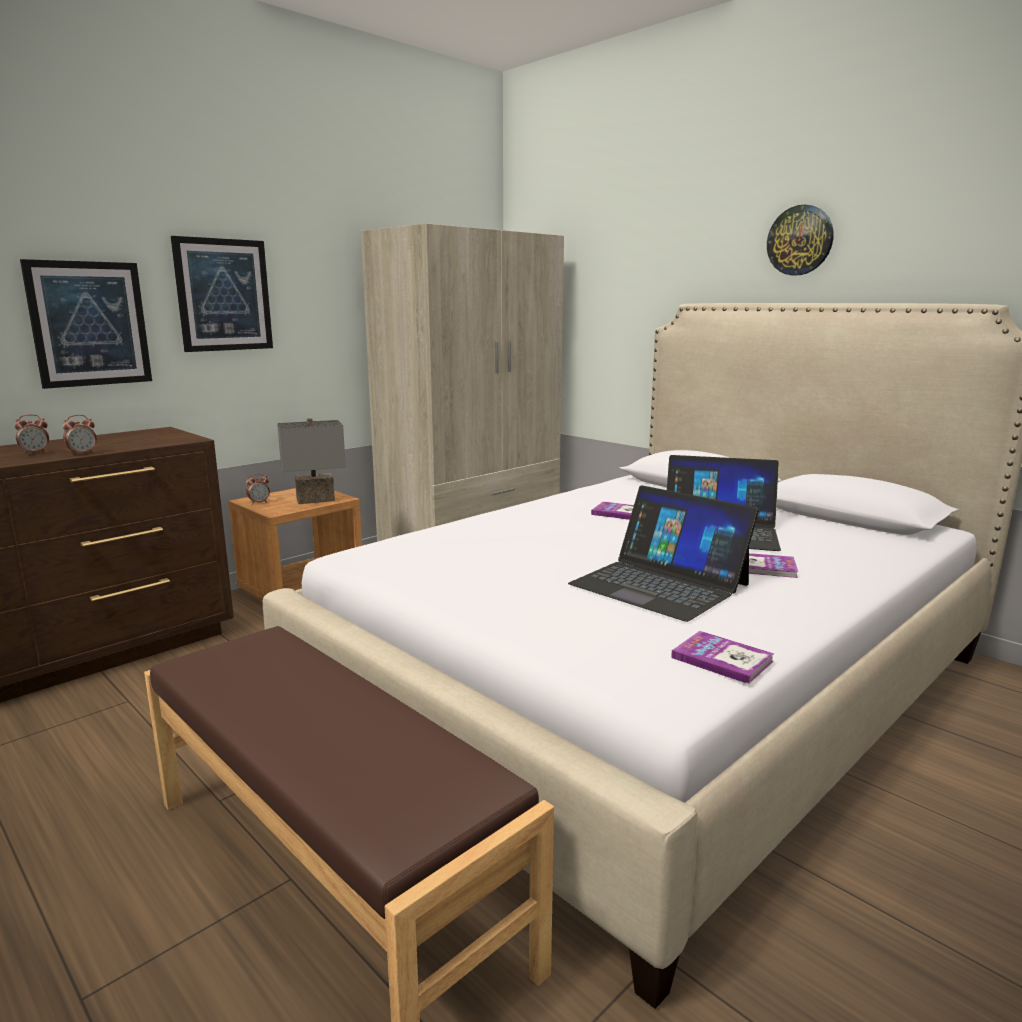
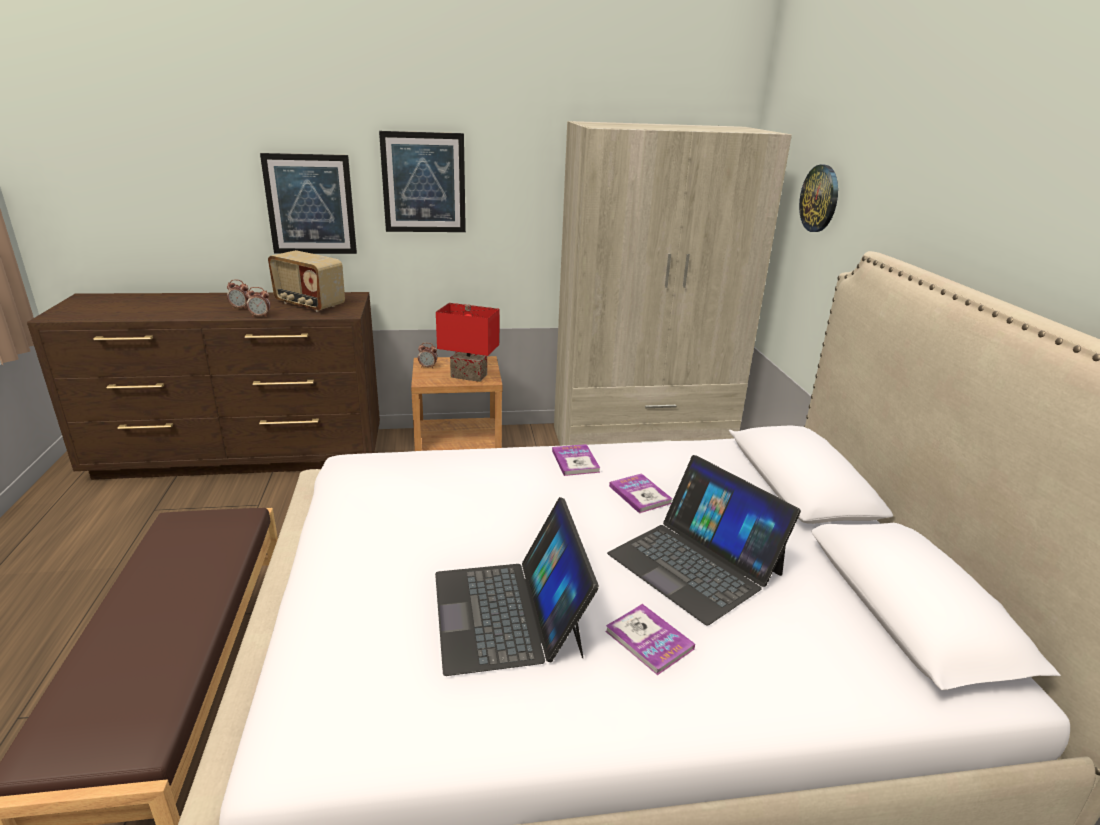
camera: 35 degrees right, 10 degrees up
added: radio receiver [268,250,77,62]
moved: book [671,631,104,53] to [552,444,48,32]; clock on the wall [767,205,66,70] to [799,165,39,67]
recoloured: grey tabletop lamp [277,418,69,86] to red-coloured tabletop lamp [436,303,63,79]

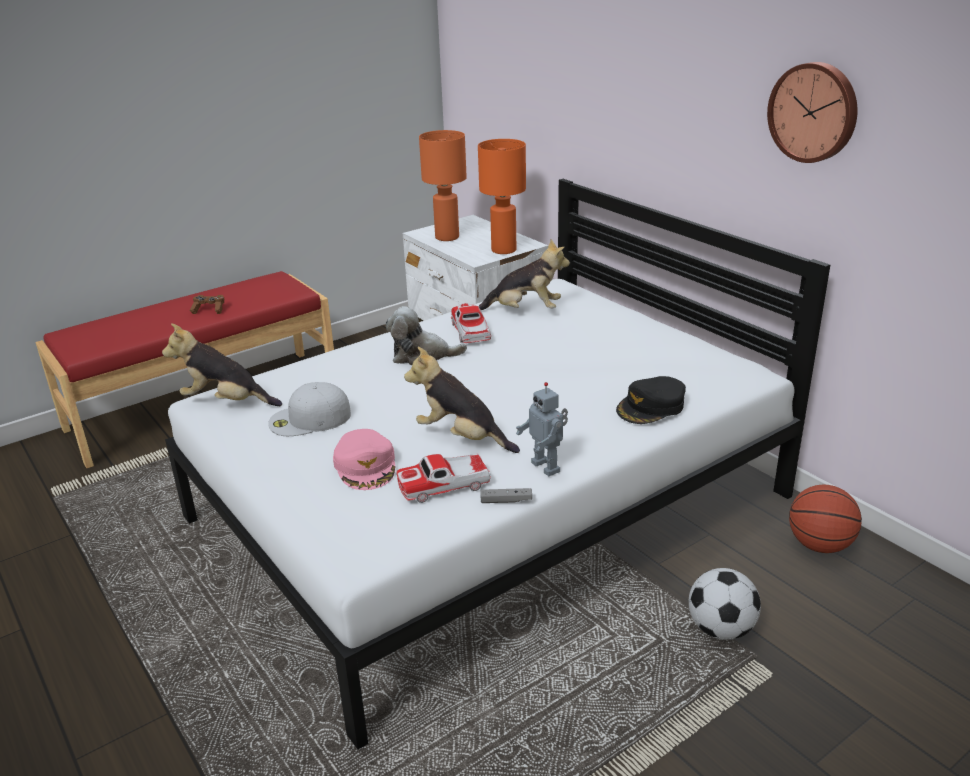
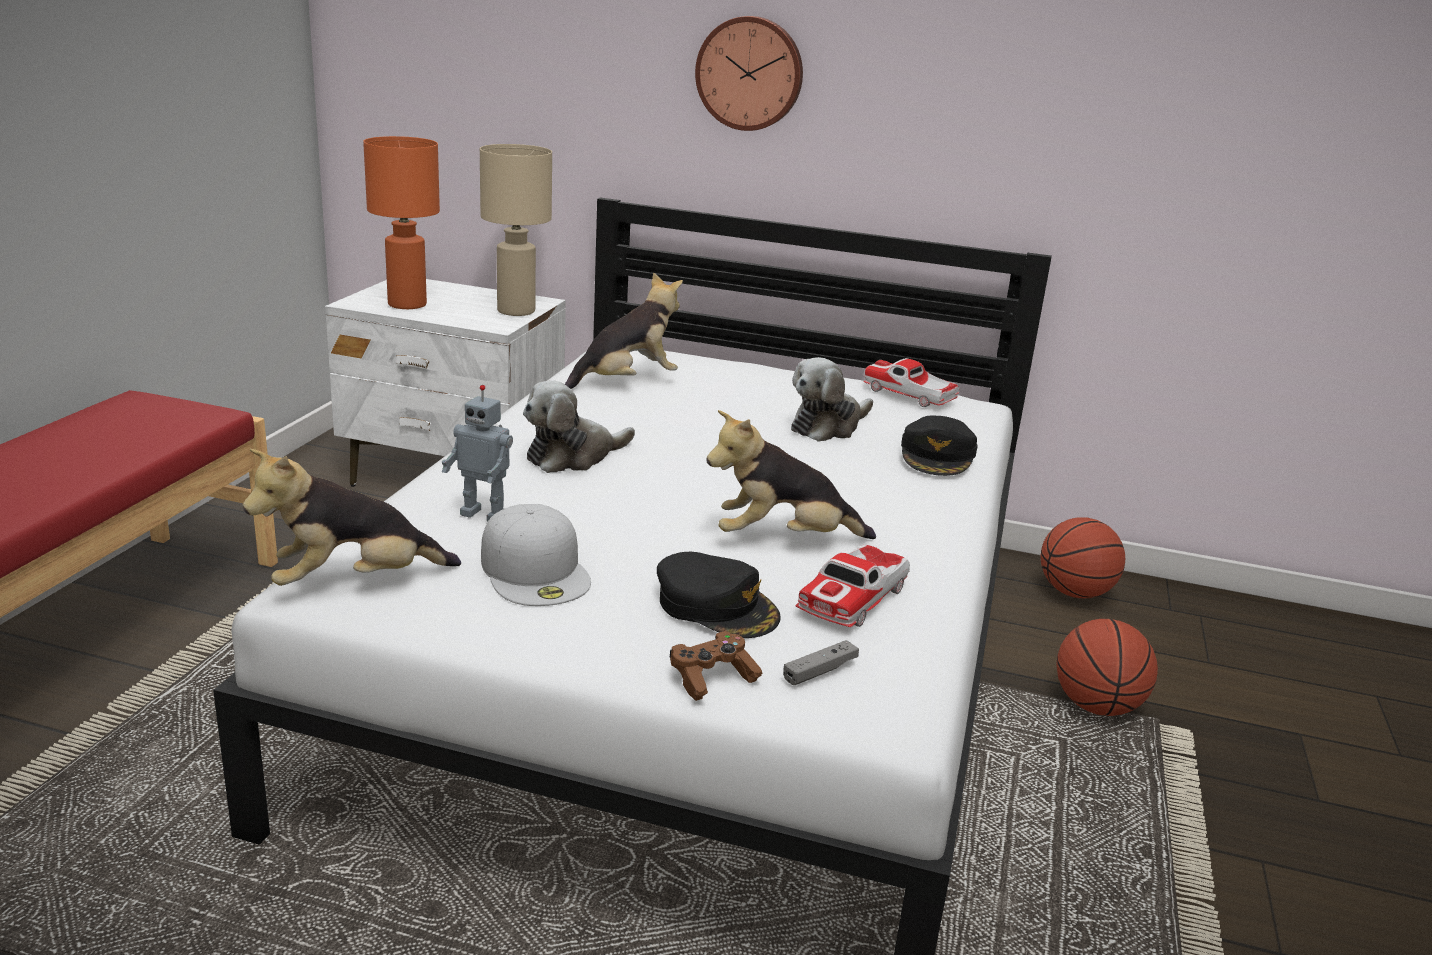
camera: 40 degrees left, 5 degrees down
added: cuddly toy [791,357,82,85]
moved: model robot [516,382,52,94] to [441,385,72,137]; brownish game controller [190,295,34,19] to [670,631,92,70]; clock on the wall [767,62,90,101] to [695,16,108,115]; grey game controller [480,488,52,15] to [783,640,76,45]; model car [451,303,40,40] to [863,358,97,49]
replaced: football ball [689,568,72,72] to ball for basketball [1056,619,102,97]
recoloured: orange-coloured tabletop lamp [478,139,48,115] to sand-coloured tabletop lamp [480,144,72,172]; pink-coloured baseball cap [333,429,62,61] to black baseball cap [657,552,124,86]
turned: whitish baseball cap [268,382,83,54] = [481,504,110,102] 60 degrees counterclockwise

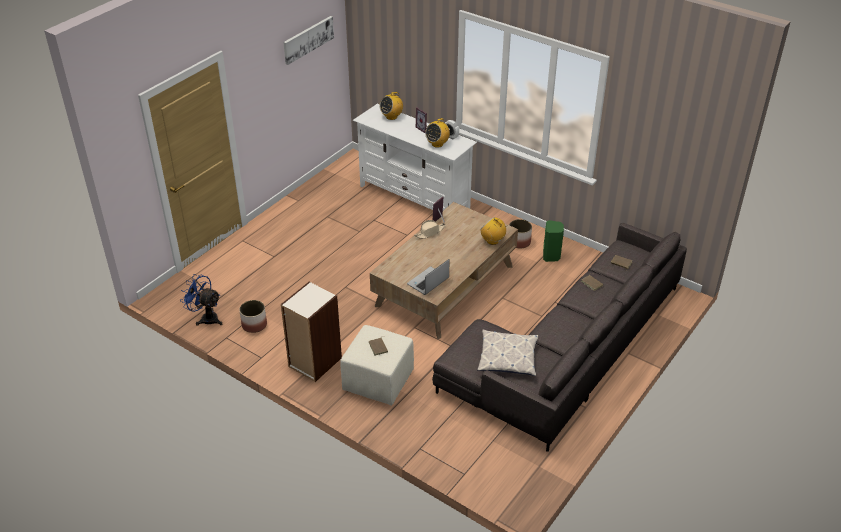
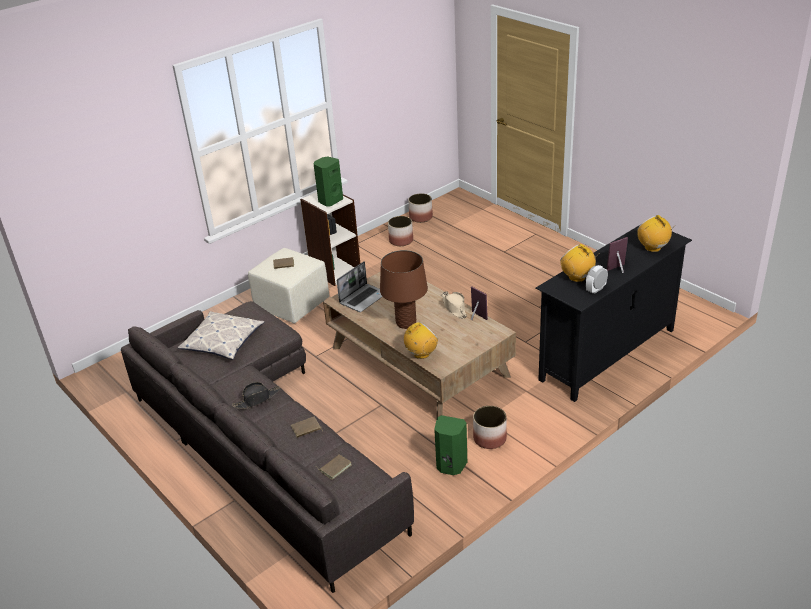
camera: 105 degrees right, 5 degrees down
removed: wall picture [283,16,51,49]
added: black hat [232,382,49,27]; green-coloured loudspeaker [314,156,29,51]; brownish tabletop lamp [380,250,48,79]
replaced: blue electric fan [181,274,41,52] to flower pot [408,193,25,30]
recoloured: whitish tv stand [353,104,124,106] to black tv stand [535,224,157,178]
turned: notebook computer [407,259,43,36] = [337,261,46,51] 75 degrees clockwise

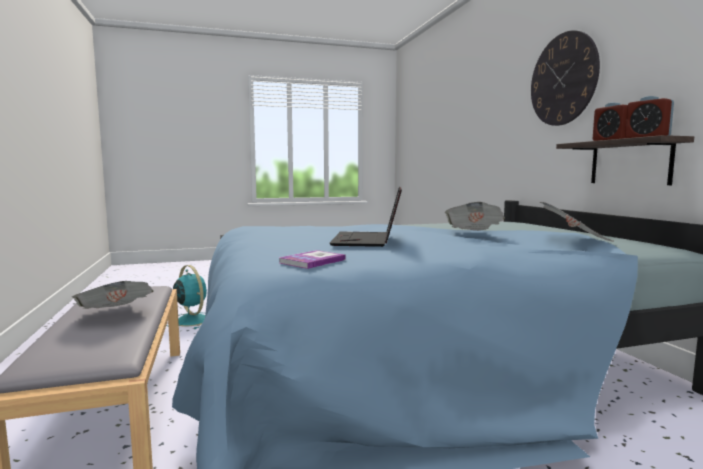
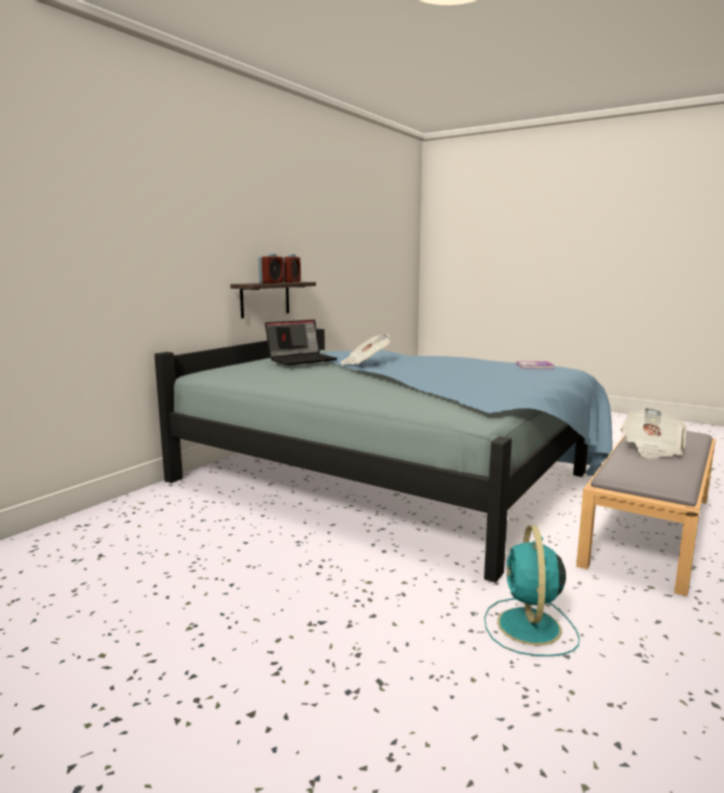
camera: 130 degrees left, 5 degrees up
removed: clock on the wall [531,30,69,96]; newspaper [540,202,73,39]
moved: notebook computer [330,186,72,61] to [265,320,73,45]

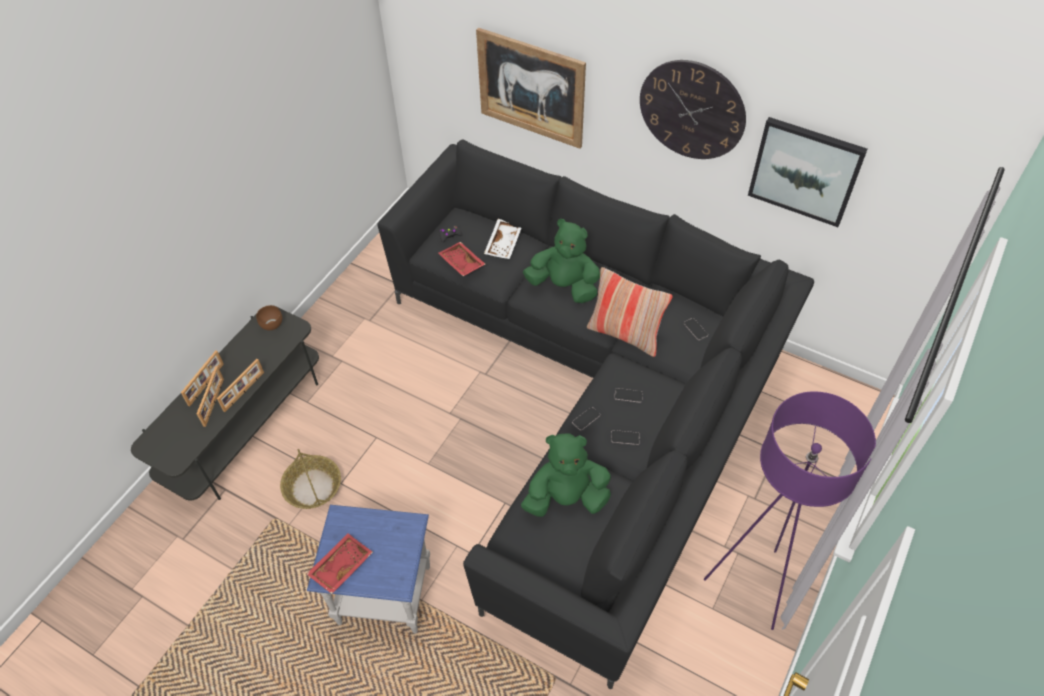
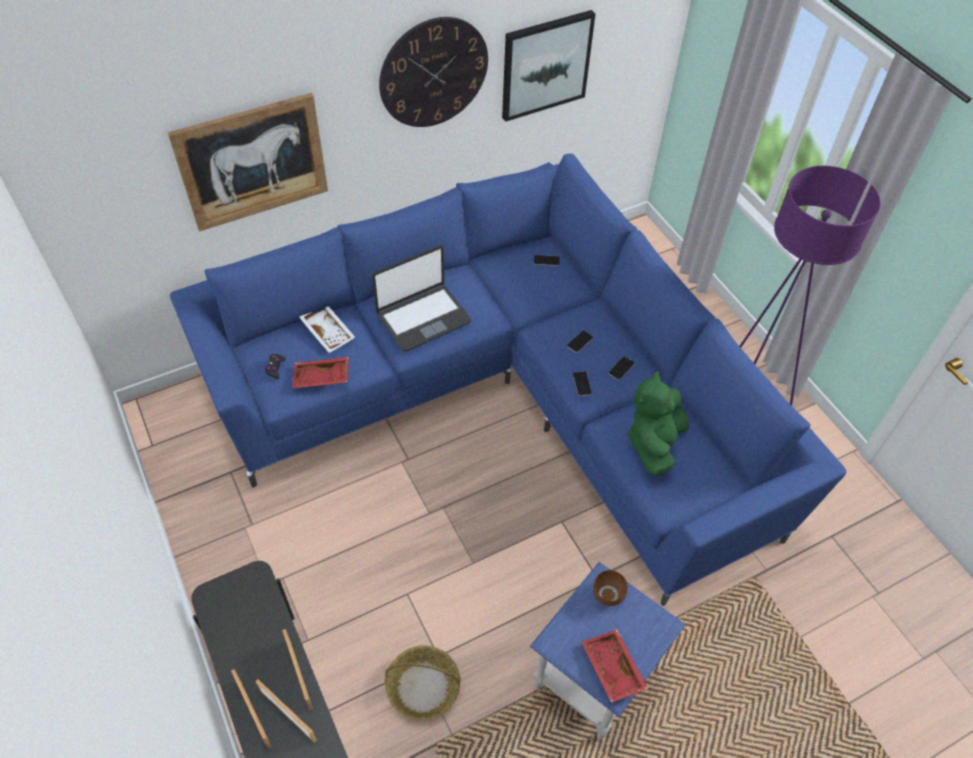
camera: 60 degrees left, 0 degrees up
removed: cushion [587,267,86,90]
moved: brownish serving bowl [256,305,26,25] to [593,570,35,36]
replaced: green-coloured cuddly toy [523,219,77,84] to notebook computer [372,245,99,107]
recoloured: black couch [377,139,437,550] to blue couch [170,154,676,452]

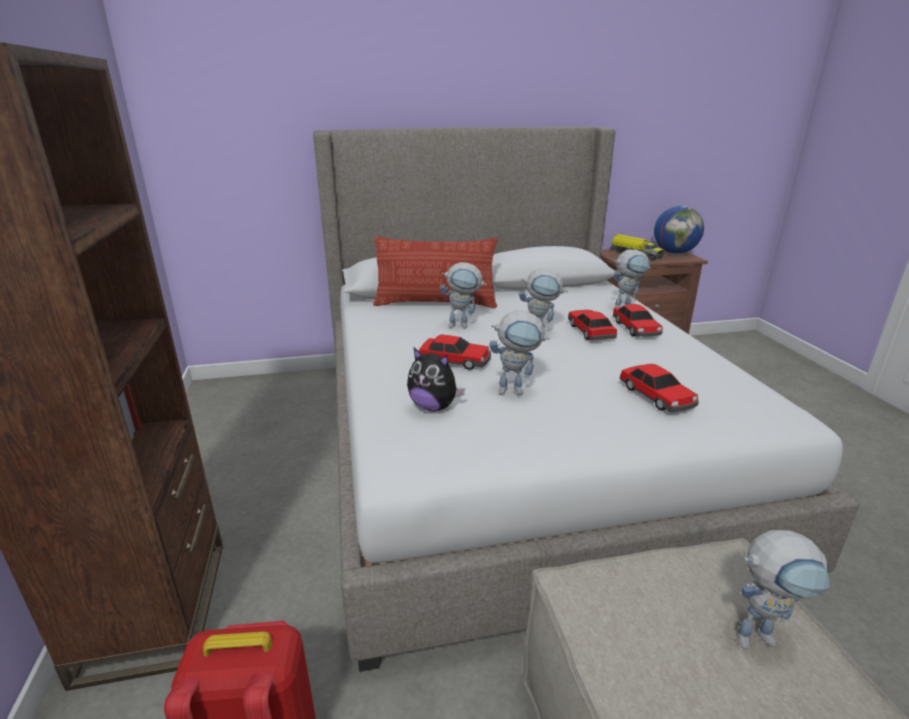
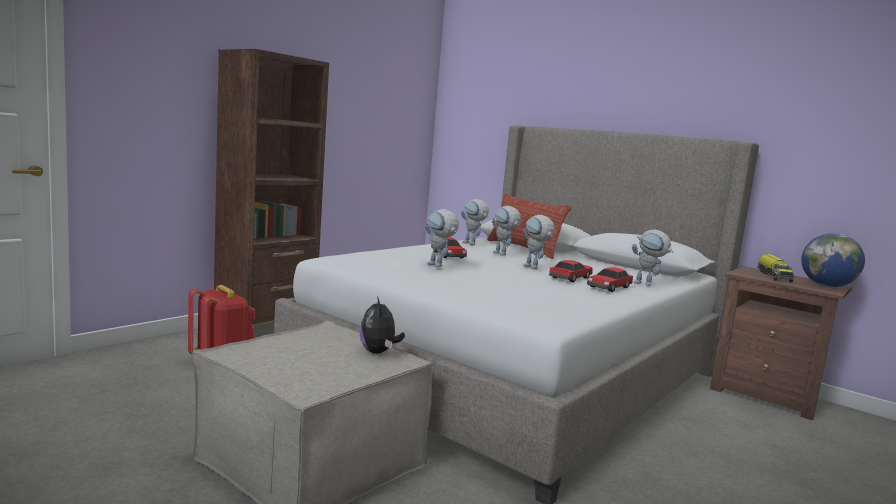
camera: 50 degrees right, 15 degrees down
removed: model car [620,364,79,48]
moved: cuddly toy [407,347,58,64] to [360,296,45,58]; model robot [737,530,92,119] to [461,199,28,46]

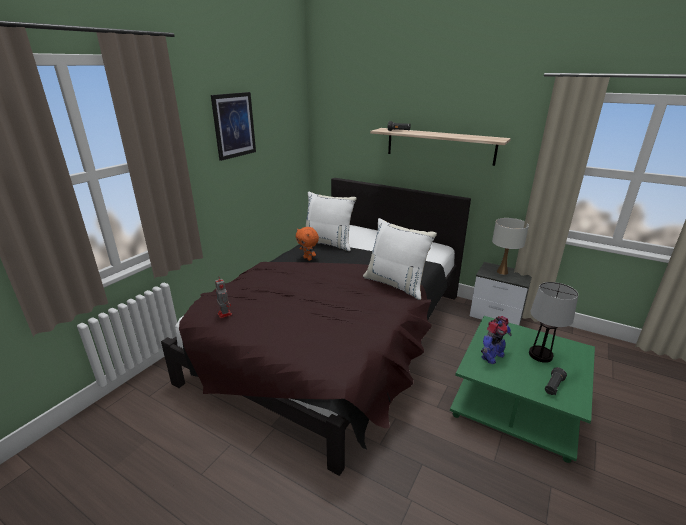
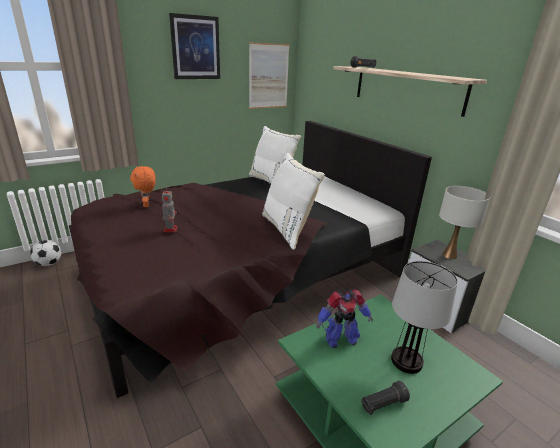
camera: 25 degrees right, 0 degrees up
added: football ball [30,240,31,26]; wall picture [249,43,41,66]
moved: orange-coloured cuddly toy [296,227,23,34] to [130,166,26,41]; model robot [215,277,17,41] to [162,187,16,45]

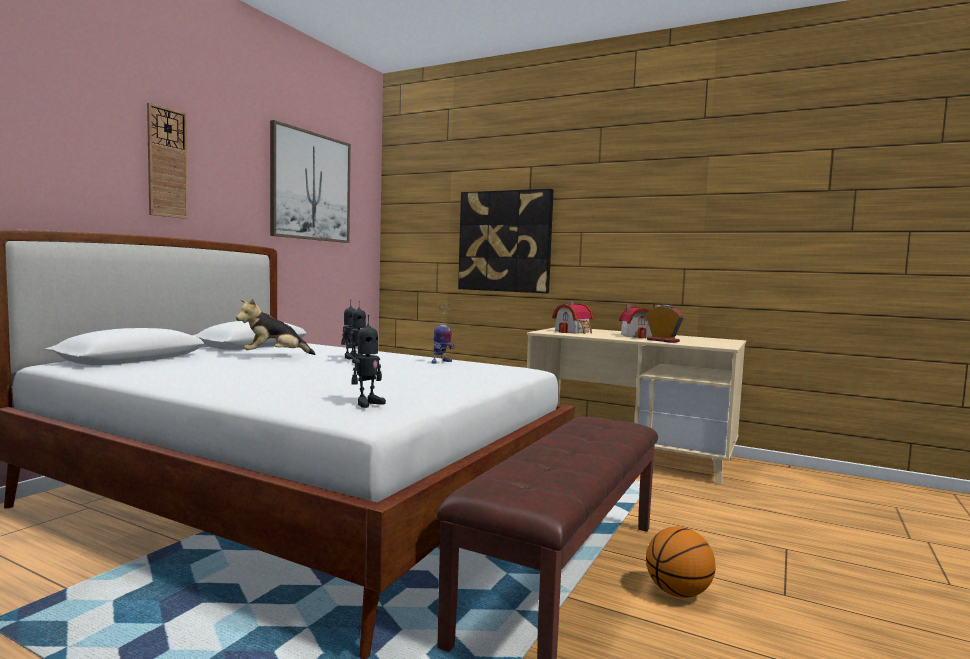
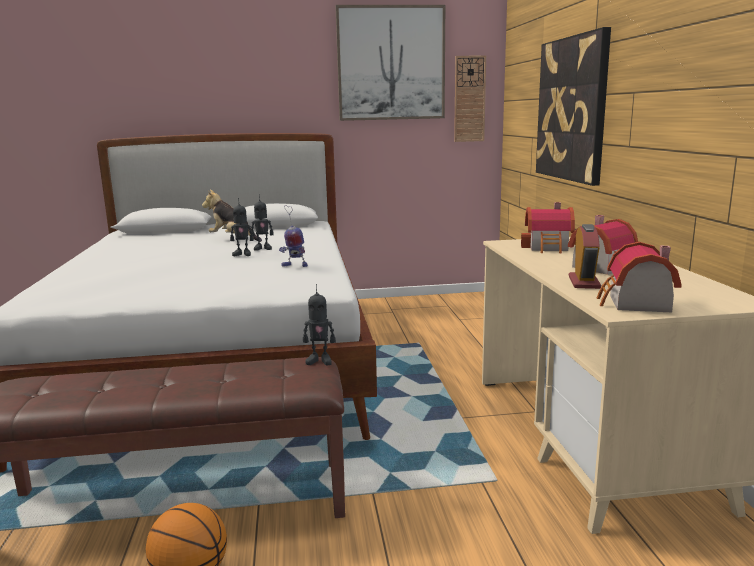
camera: 55 degrees right, 10 degrees up
added: toy house [596,242,86,70]
moved: model robot [351,315,35,93] to [303,284,33,81]; clock on the wall [147,102,41,117] to [454,55,32,87]

